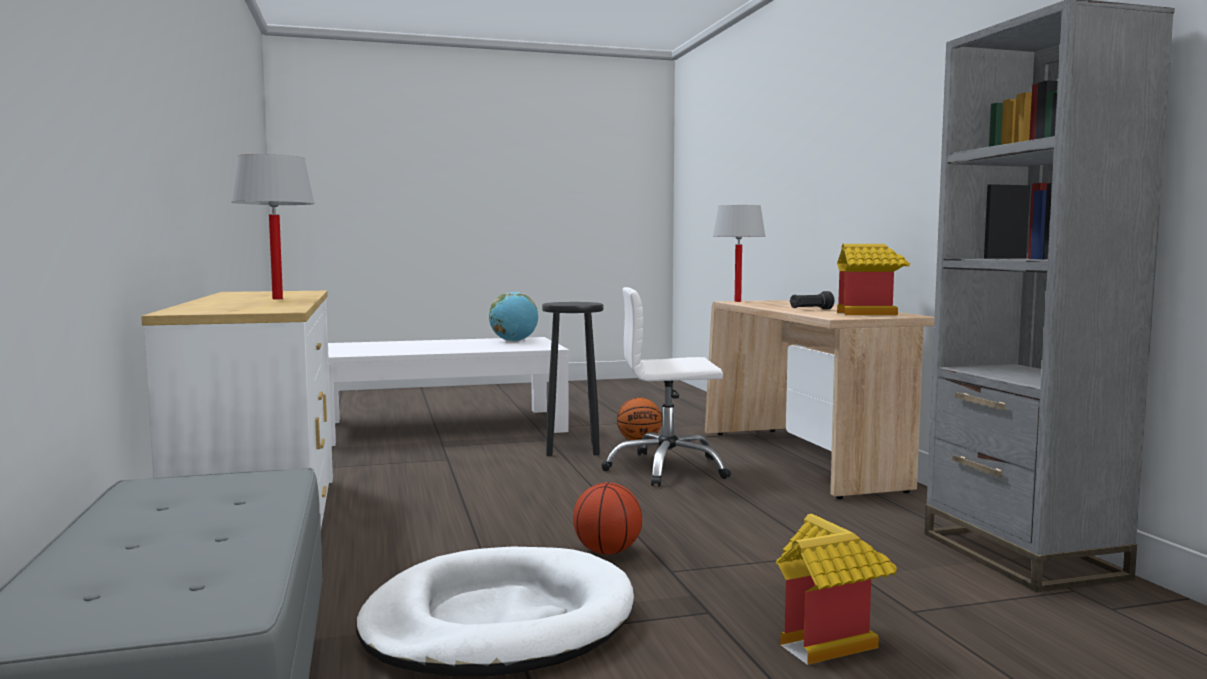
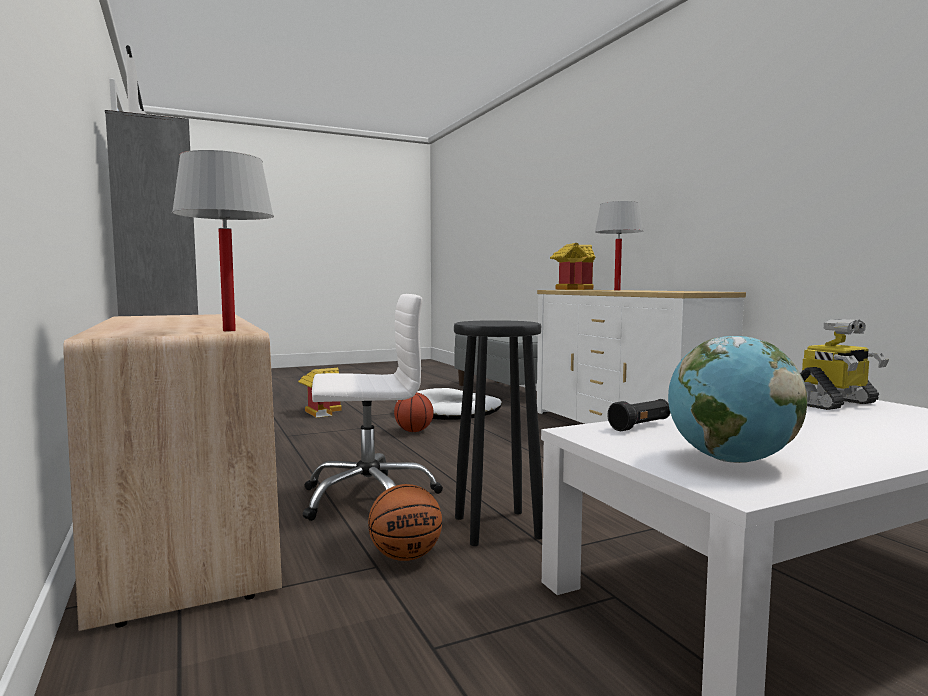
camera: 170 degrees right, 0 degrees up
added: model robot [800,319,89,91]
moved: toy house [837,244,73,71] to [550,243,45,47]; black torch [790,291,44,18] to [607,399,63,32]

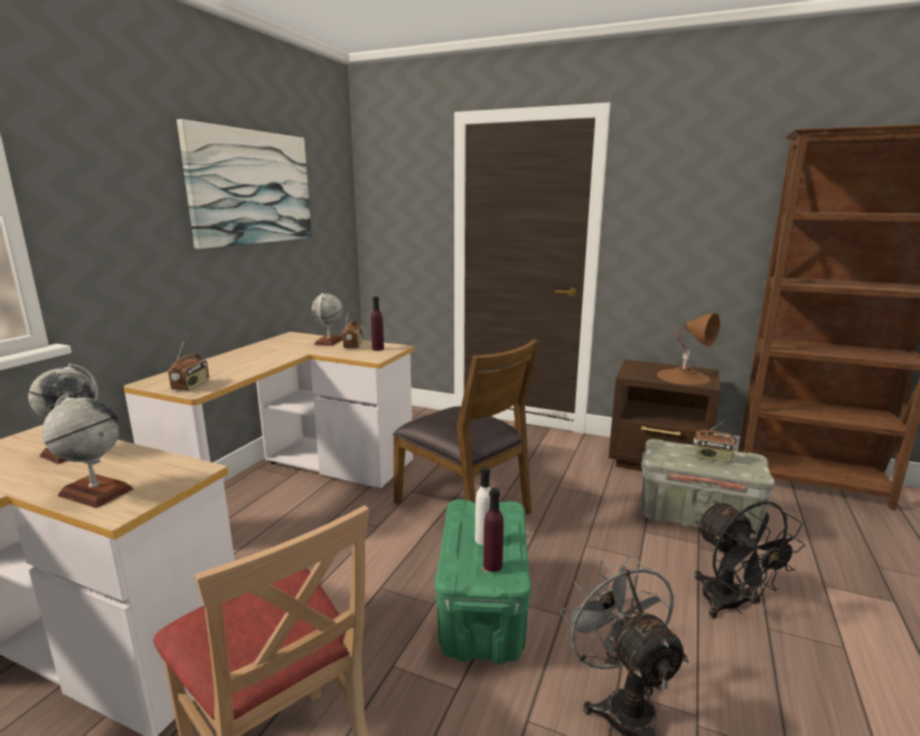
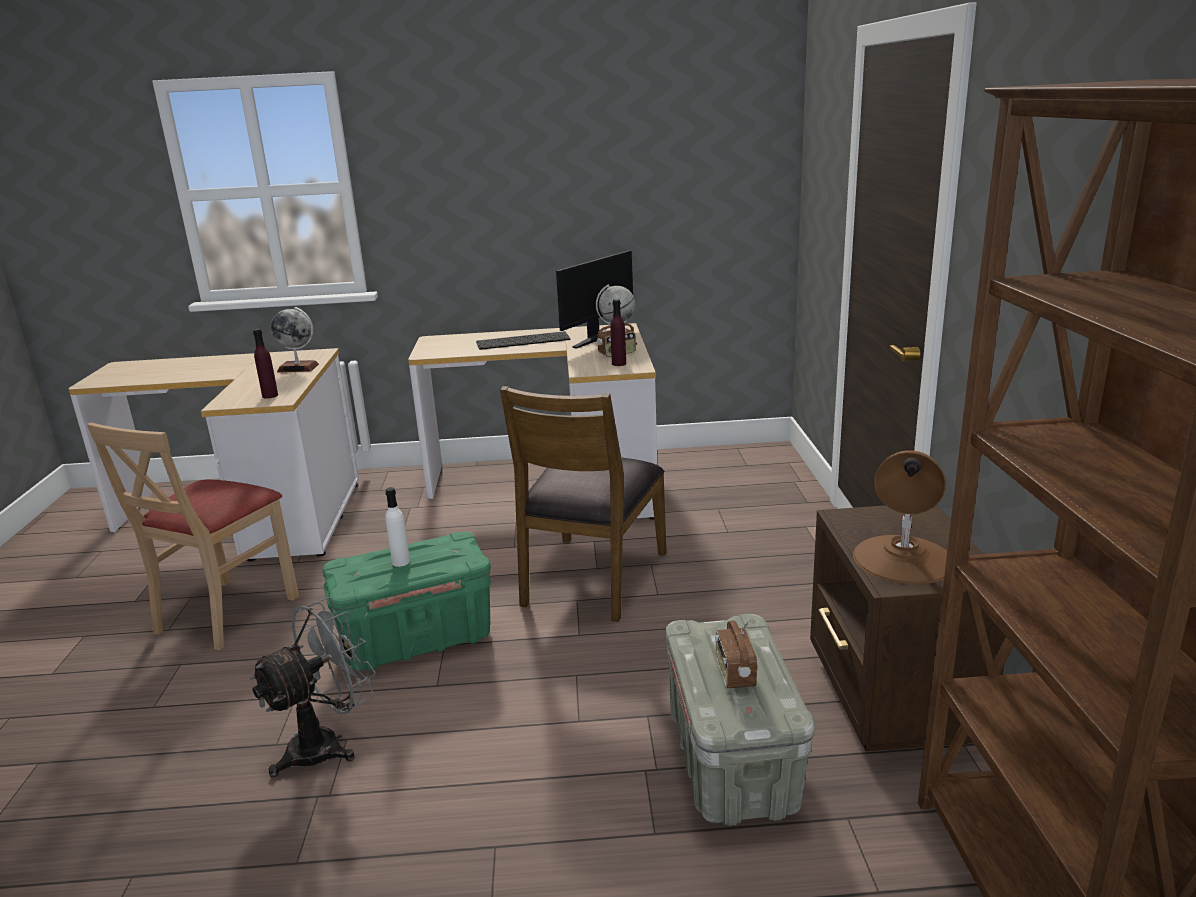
camera: 65 degrees right, 5 degrees up
removed: globe [42,394,92,114]; radio receiver [168,342,41,49]; wall picture [177,119,135,130]; black electric fan [694,501,111,117]
added: computer keyboard [476,331,95,19]; computer display [556,250,77,99]
moved: purple beverage bottle [483,488,21,84] to [253,329,25,70]

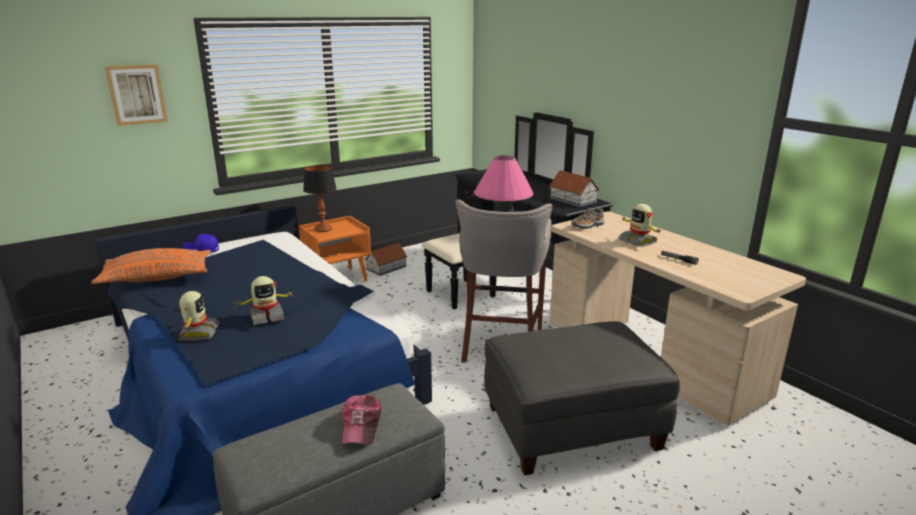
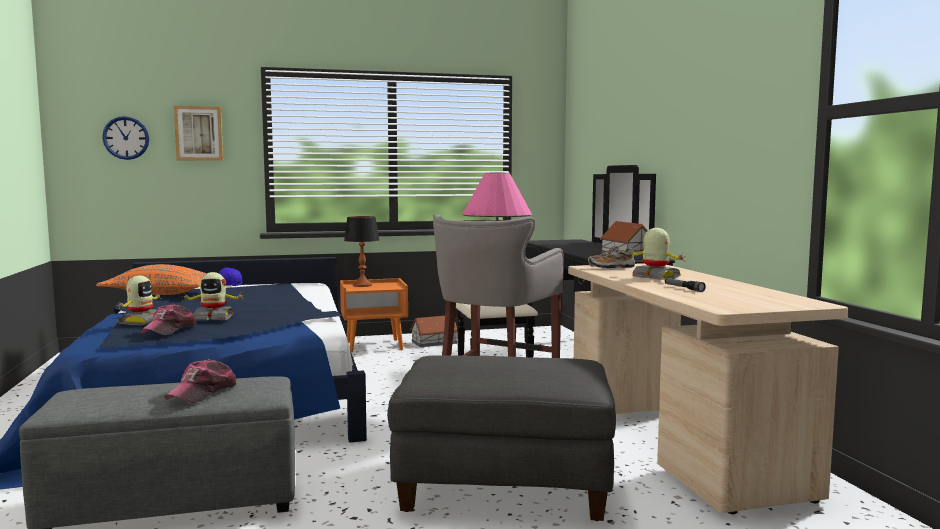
camera: 20 degrees right, 15 degrees down
added: clock on the wall [102,116,47,44]; baseball cap [140,304,55,31]
turned: model robot [618,204,43,43] = [627,228,59,52] 150 degrees clockwise

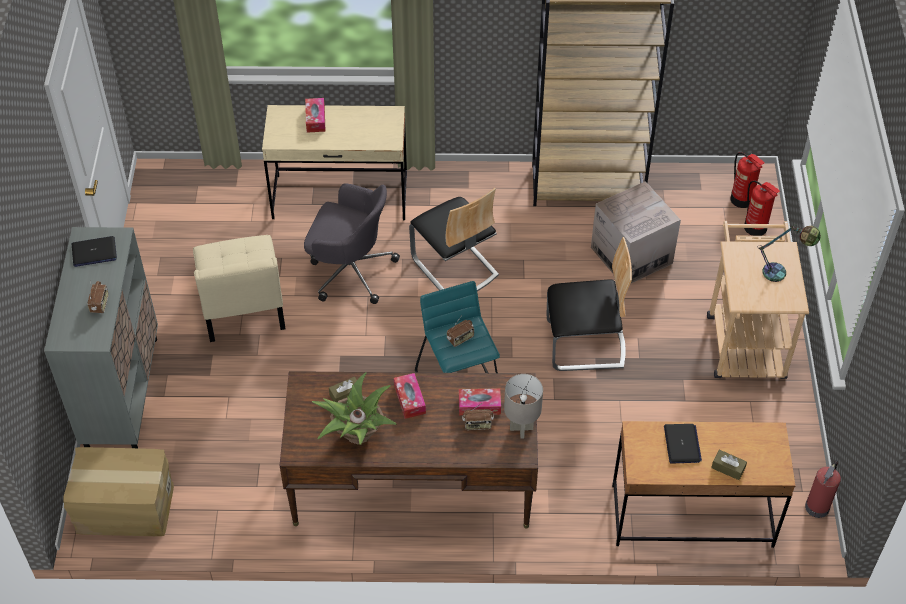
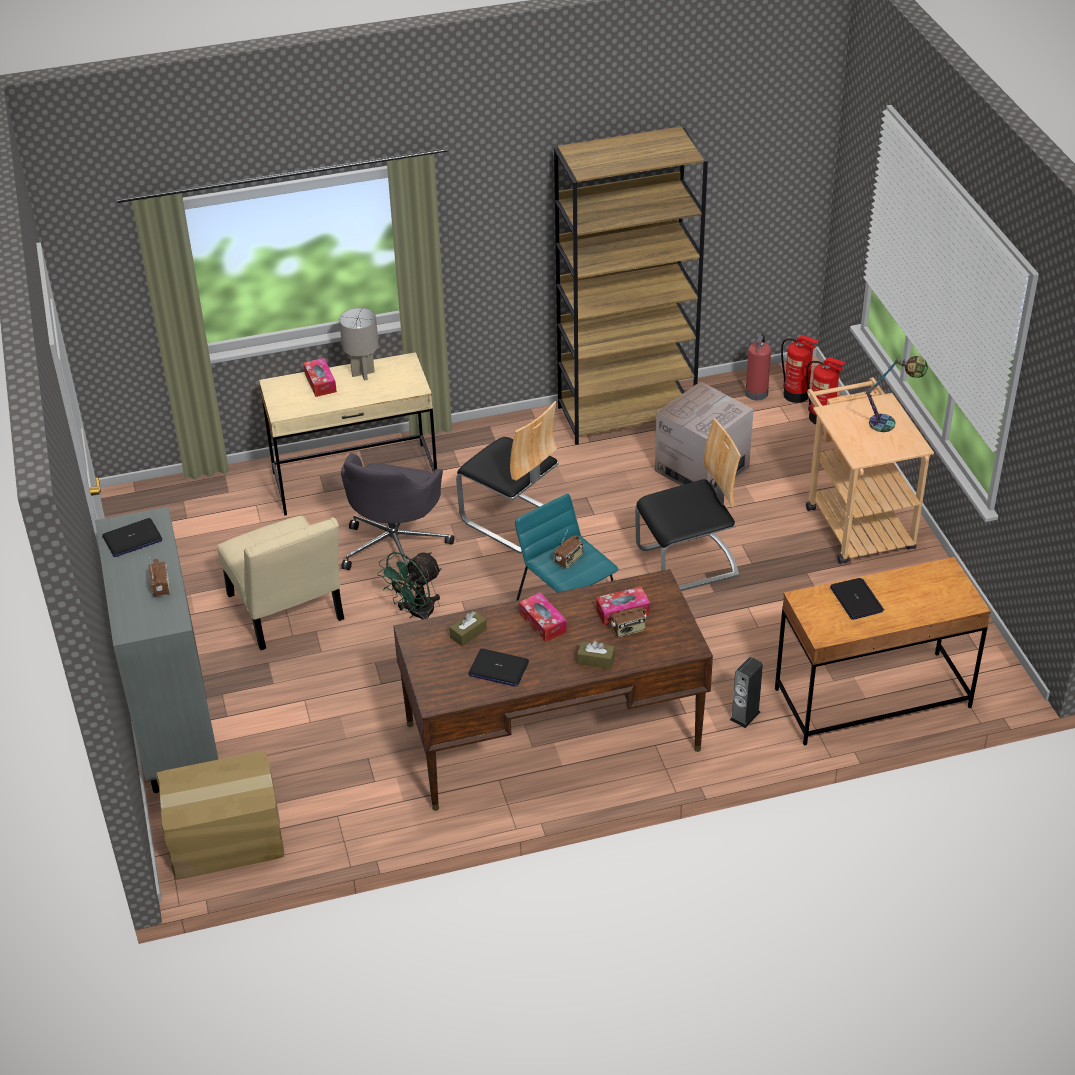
camera: 15 degrees left, 10 degrees down
added: green-coloured electric fan [377,552,65,68]; loudspeaker [730,657,33,71]
moved: grey tabletop lamp [504,374,39,65] to [339,308,40,73]; brownish tissue holder [711,450,36,30] to [577,640,38,29]; fire extinguisher [805,460,36,58] to [745,334,26,66]
replaced: plant in a pot [312,372,85,73] to notebook computer [468,649,61,38]
turned: grey desk chair [304,183,96,121] = [341,453,113,130] 105 degrees clockwise

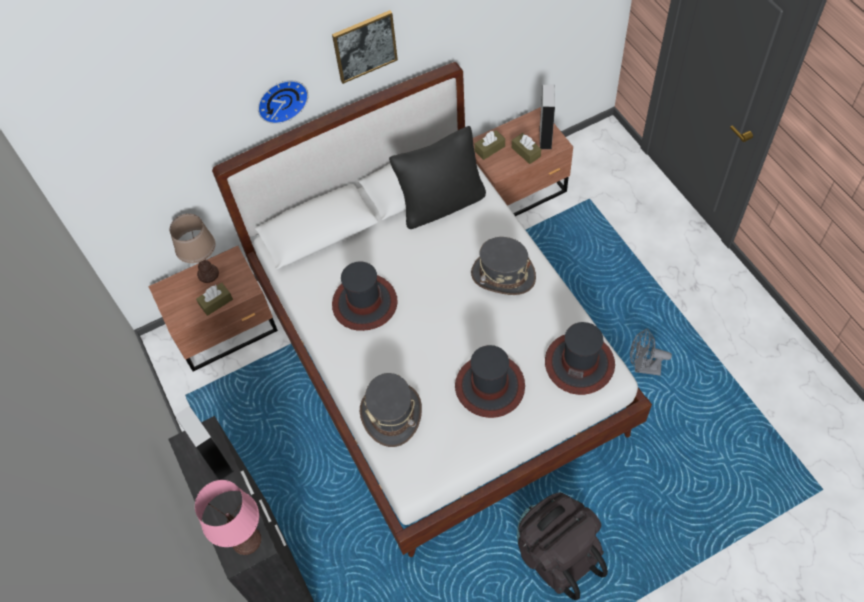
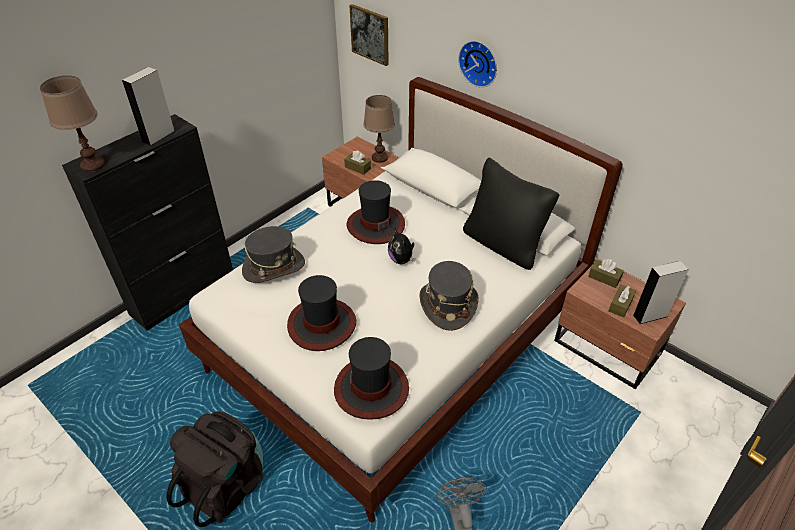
camera: 65 degrees right, 15 degrees down
added: cuddly toy [388,228,27,36]
moved: wall picture [332,10,66,74] to [349,4,40,62]
recoloured: pink-coloured tabletop lamp [195,480,66,75] to brownish tabletop lamp [40,75,65,97]

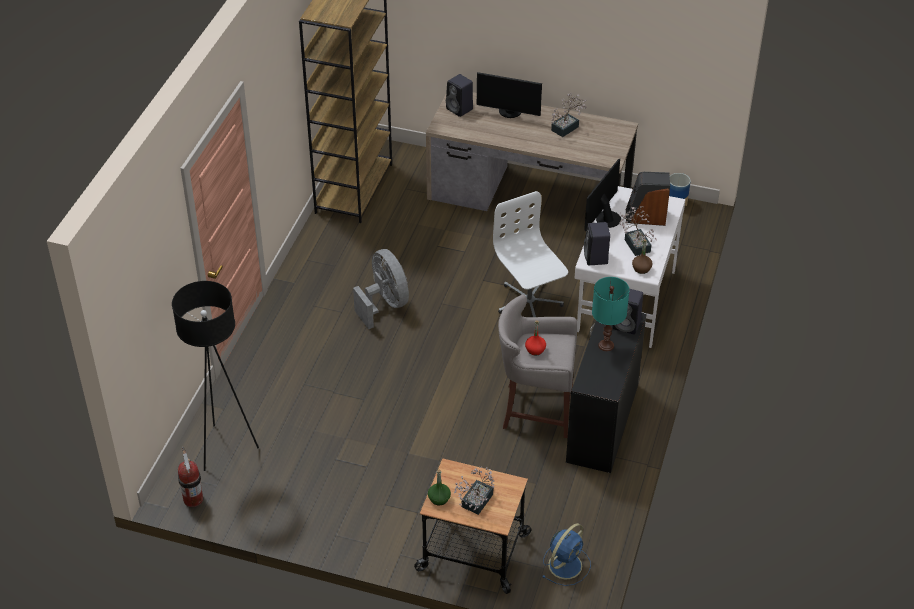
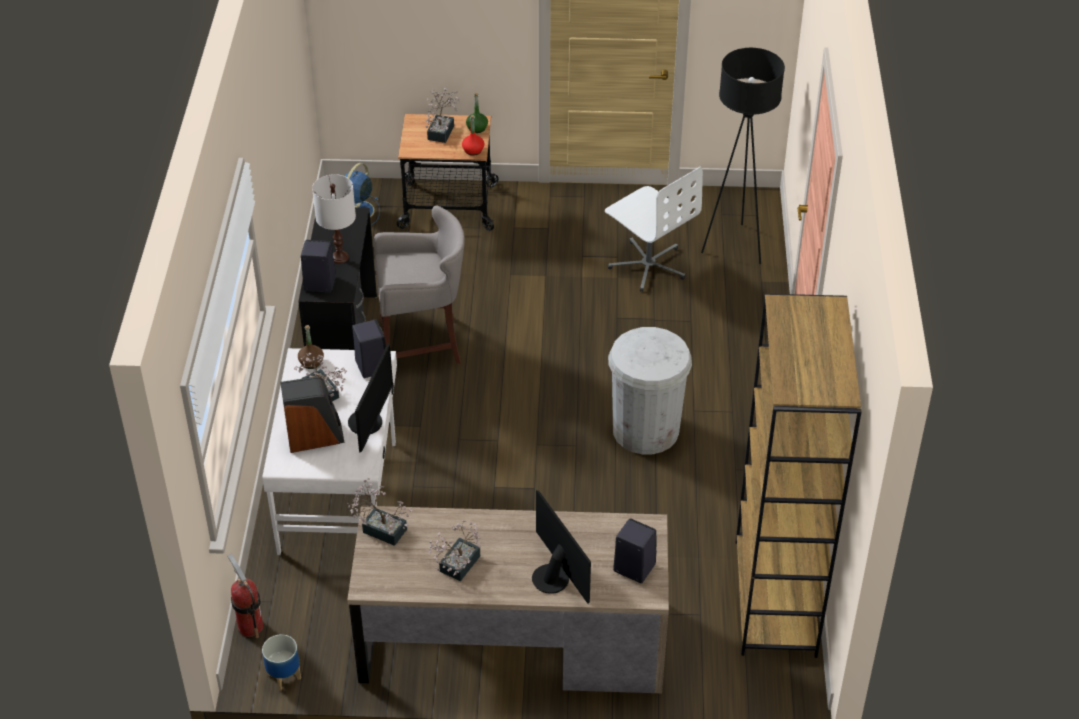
camera: 165 degrees right, 0 degrees up
added: plant in a pot [347,478,67,68]
moved: fire extinguisher [178,446,25,61] to [228,554,35,84]; red-coloured beverage bottle [525,320,21,35] to [462,115,22,41]; whitish desk chair [493,191,75,126] to [605,167,98,125]
replaced: grey electric fan [353,249,56,80] to whitish rubbish bin [608,327,84,127]
recoloured: turquoise-coloured tabletop lamp [592,277,38,74] to whitish tabletop lamp [312,174,44,90]
turned: computer display [477,72,65,46] = [532,490,59,114] 60 degrees clockwise

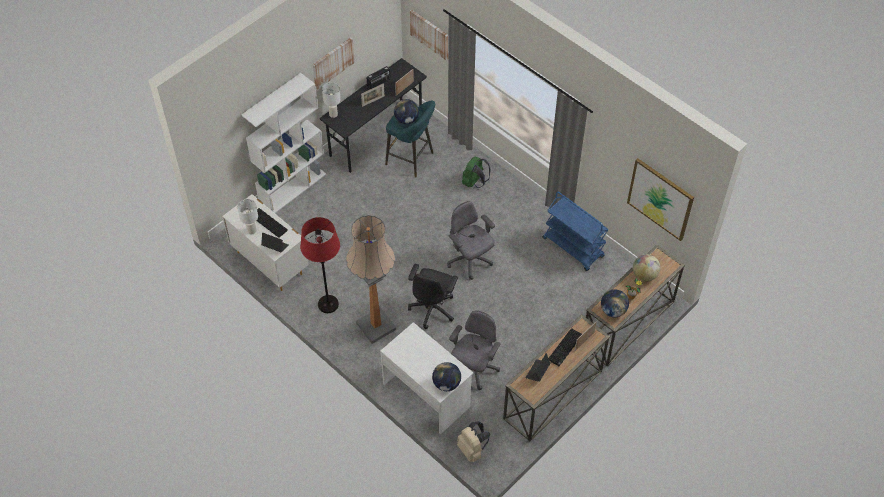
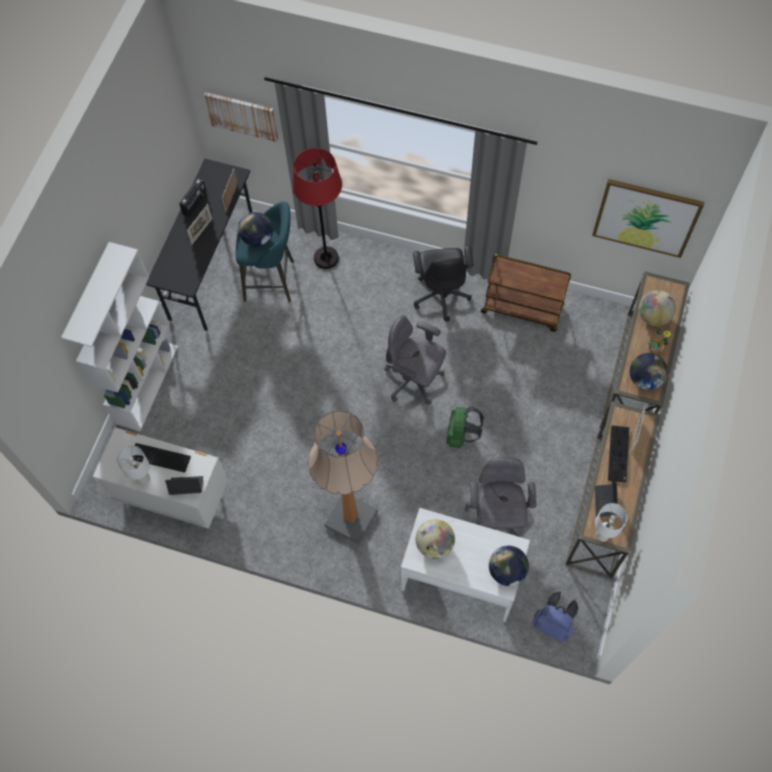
camera: 25 degrees left, 10 degrees up
removed: wall picture [312,37,43,53]
added: globe [416,519,39,40]
moved: red-coloured floor lamp [300,217,40,96] to [292,148,50,121]; black desk chair [408,264,50,65] to [413,245,60,76]; green-coloured knapsack [462,156,29,32] to [447,406,37,42]; whitish tabletop lamp [322,82,19,36] to [595,503,33,39]
recoloured: blue wheeled cart [542,192,67,79] to brownish wheeled cart [481,254,90,78]; sand-coloured knapsack [457,421,33,41] to blue knapsack [533,592,45,50]

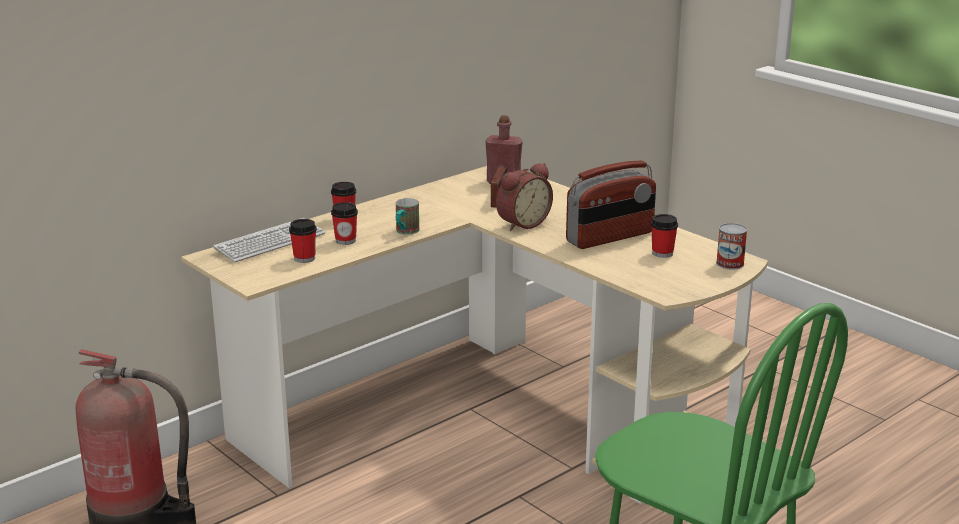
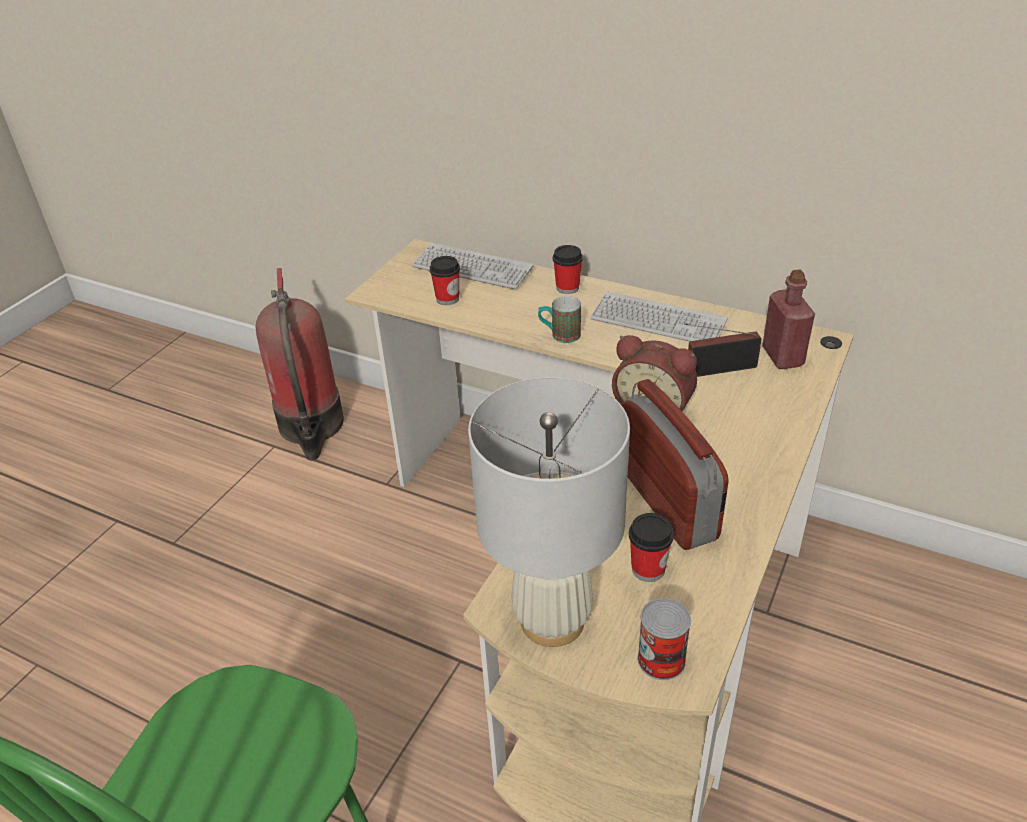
camera: 70 degrees right, 15 degrees up
removed: cup [331,202,27,43]
added: whitish tabletop lamp [468,377,162,270]; computer keyboard [590,291,138,51]
turned: radio receiver [566,160,90,89] = [621,379,108,171] 150 degrees counterclockwise

